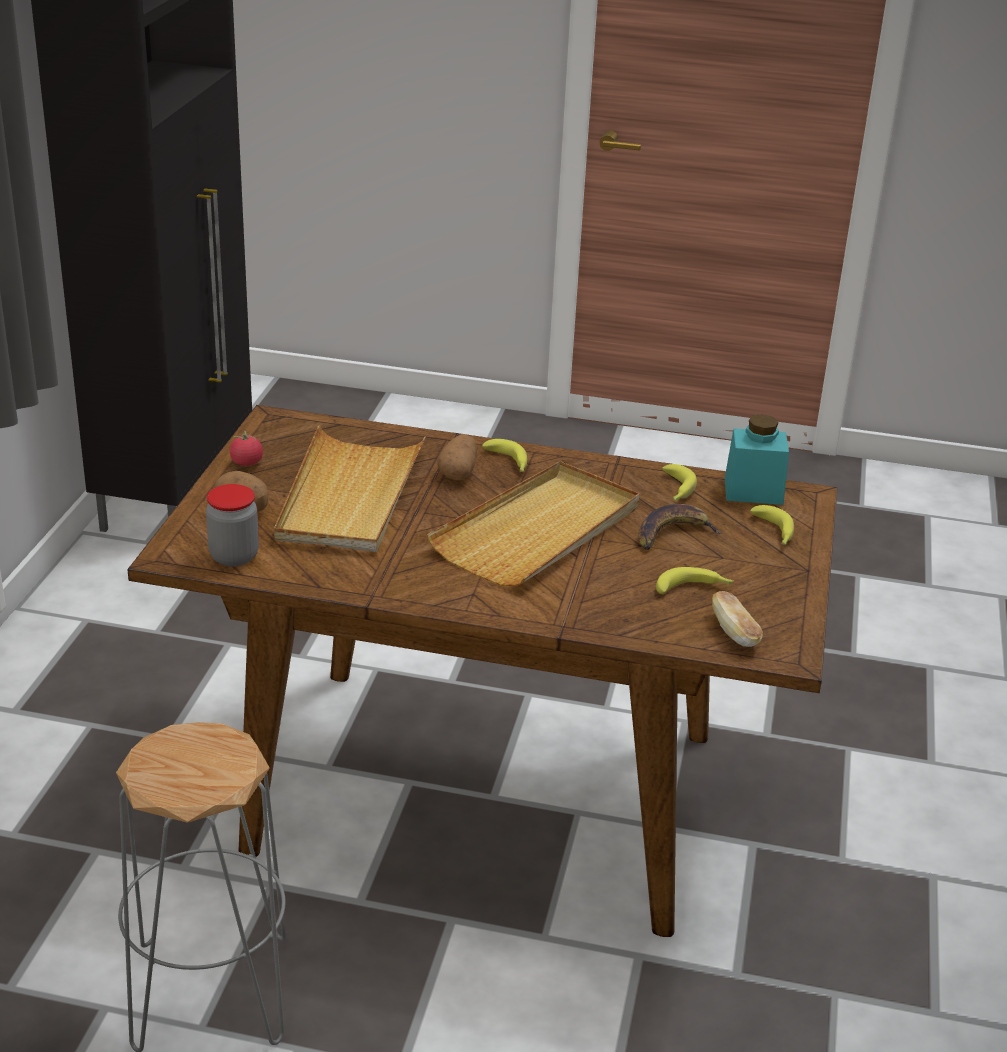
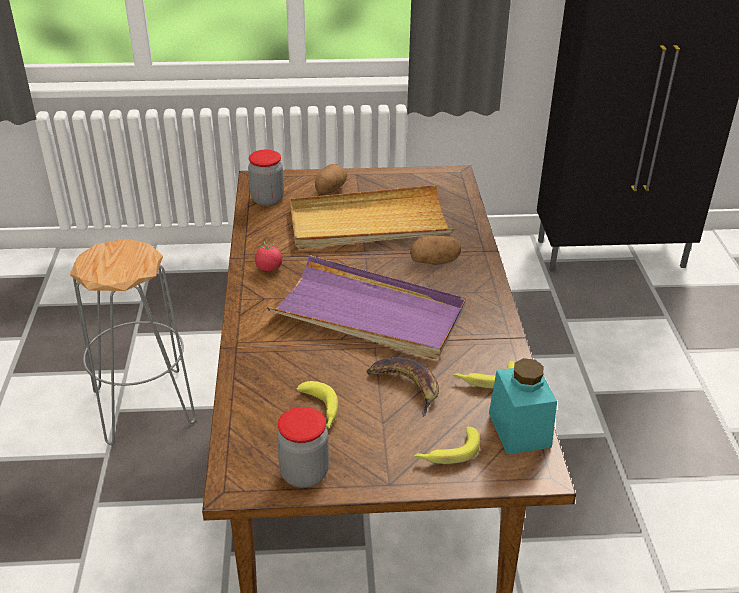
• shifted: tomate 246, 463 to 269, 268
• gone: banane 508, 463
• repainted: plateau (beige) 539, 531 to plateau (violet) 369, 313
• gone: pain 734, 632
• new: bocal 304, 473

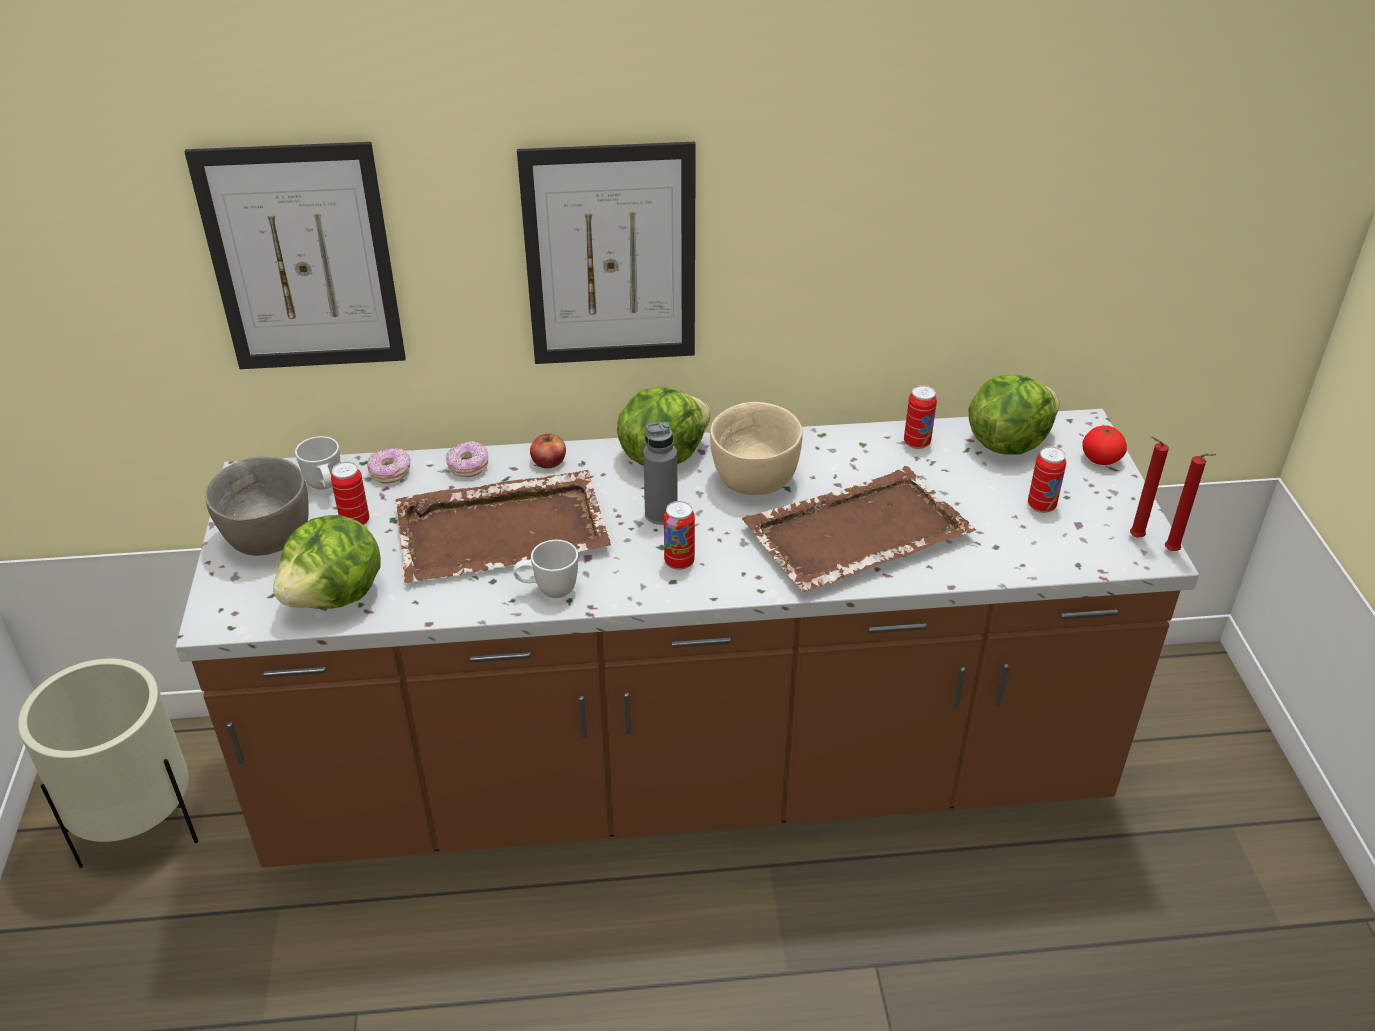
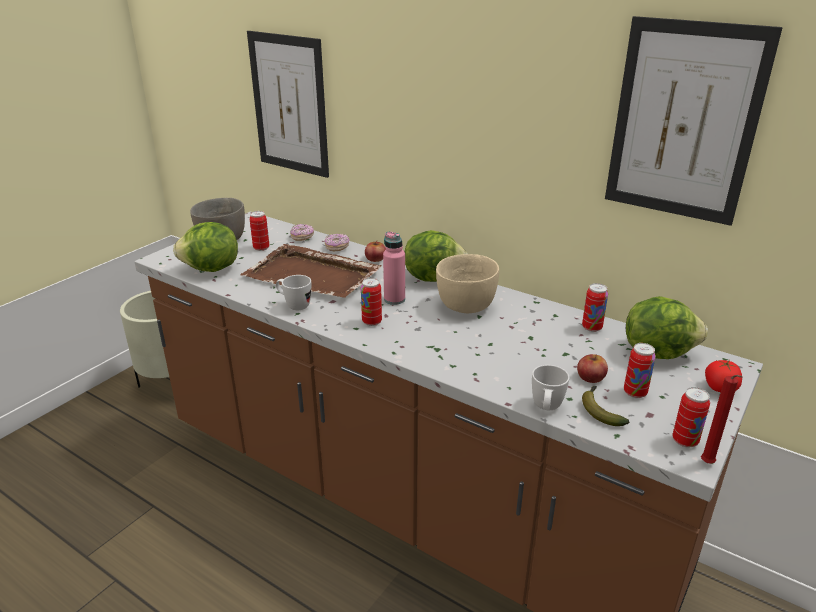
• shifted: tableau 610, 257 to 684, 122
• repainted: bouteille (gris) 661, 514 to bouteille (rose) 394, 299
• shifted: mug (blanc) 326, 487 to 546, 409
• swapped: bougie (rouge) 1133, 537 to boîte métallique 685, 441
• gone: plateau (marron) 855, 534
• new: pomme 590, 377
• new: banane 600, 410

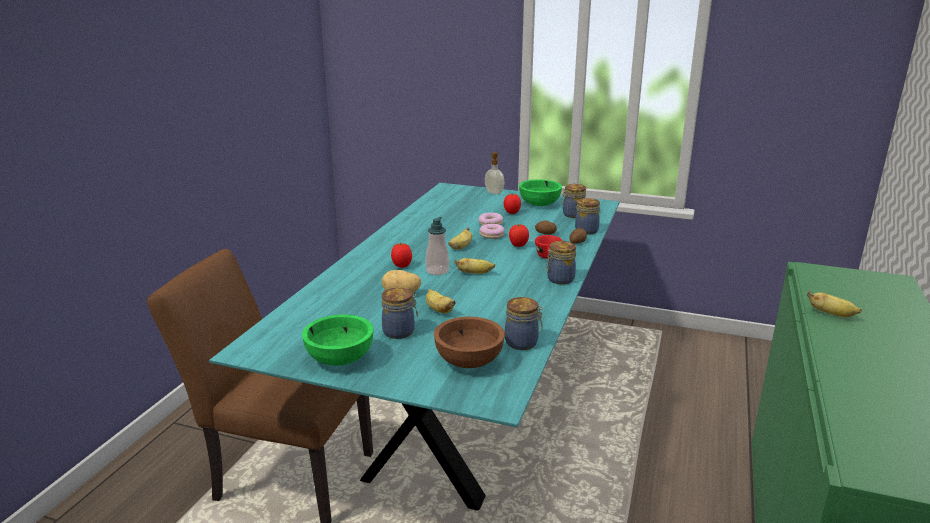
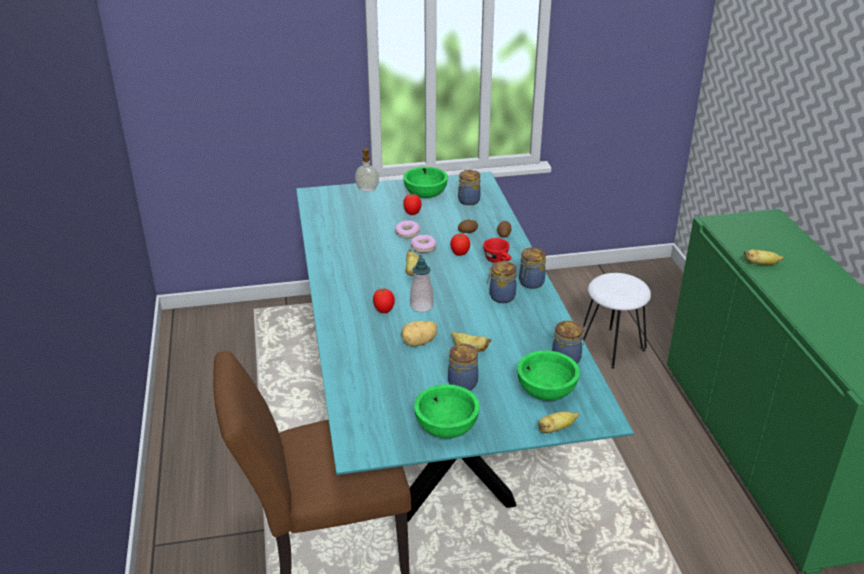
• shifted: bocal 585, 230 to 501, 296
• shifted: banane 475, 273 to 556, 429
• repainted: bol (marron) 469, 360 to bol (vert) 546, 391
• new: tabouret (blanc) 612, 347

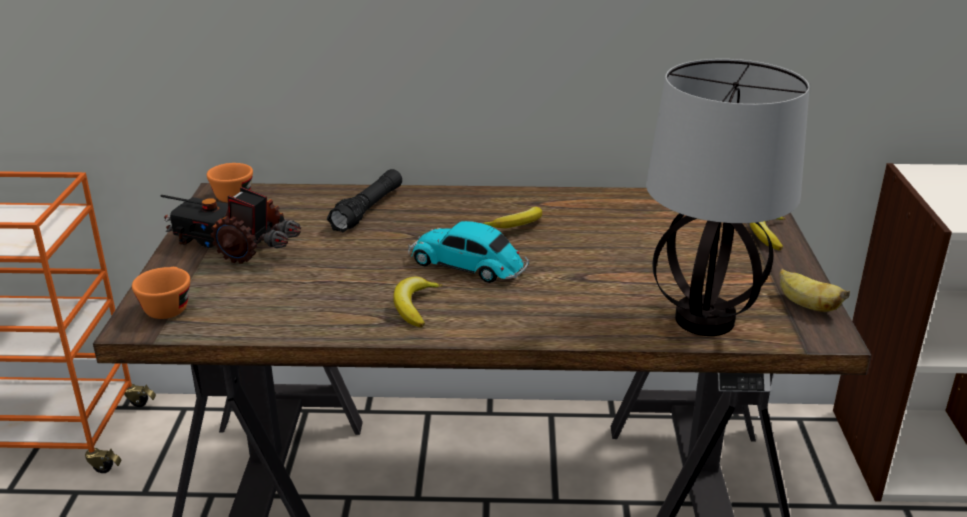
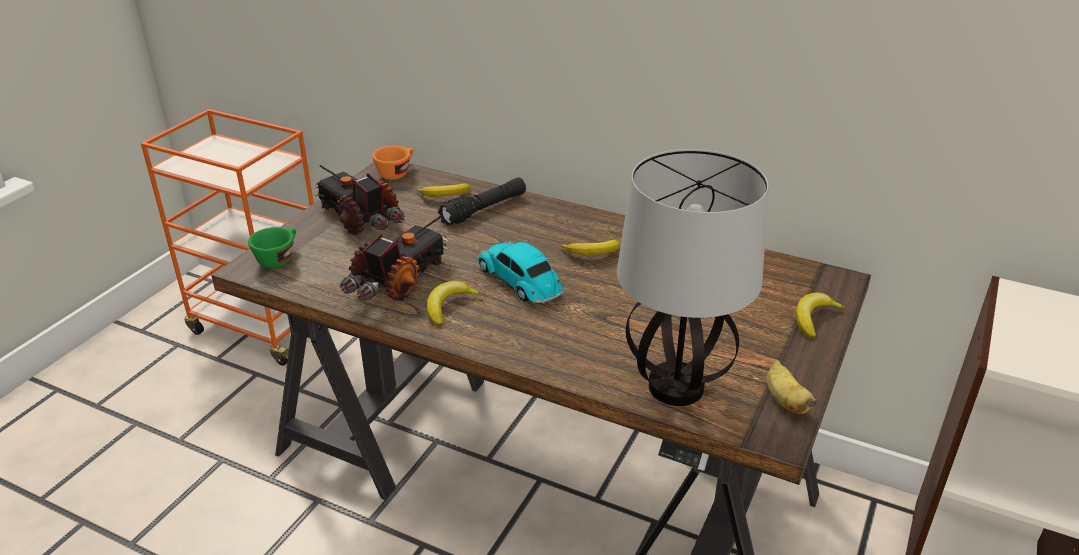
• repainted: tasse (orange) 167, 306 to tasse (vert) 278, 258
• new: banane 444, 196
• new: camion jouet 400, 280

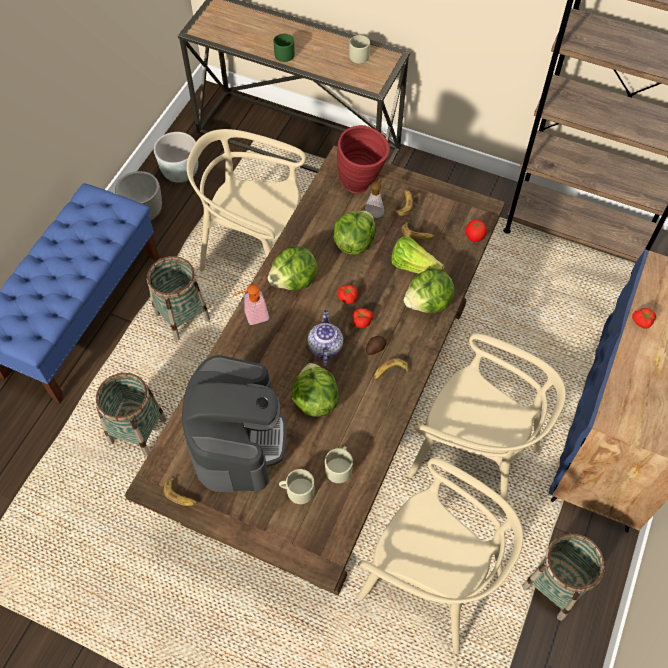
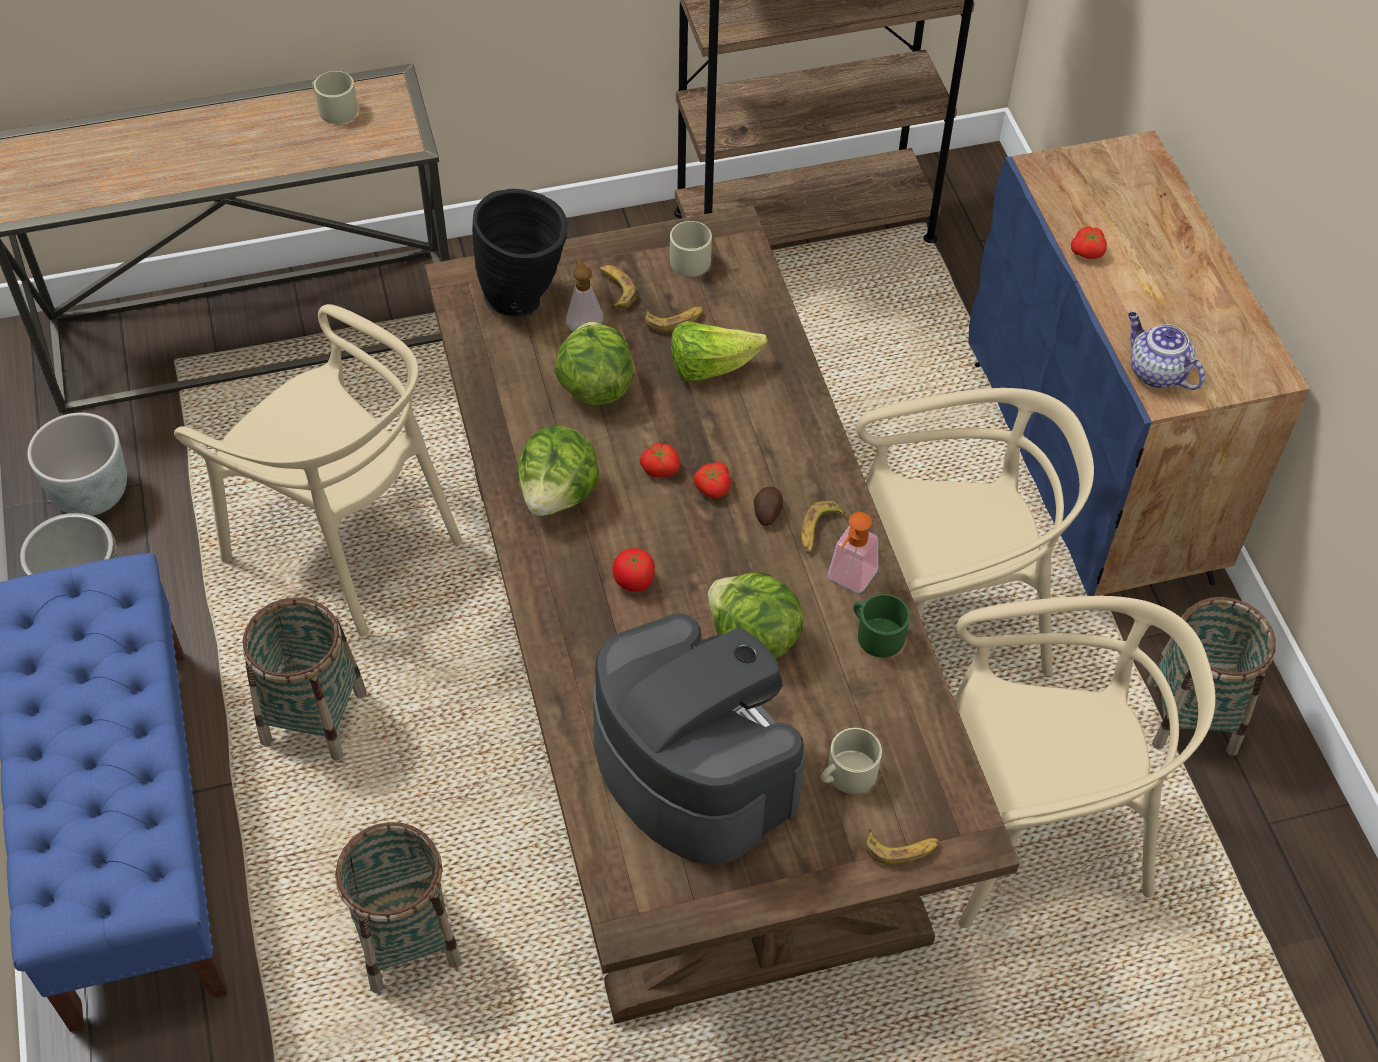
• shifted: mug (vert) 284, 53 to 875, 634
• repainted: vase (rouge) 362, 185 to vase (noir) 526, 298
• rotated: chaise (beige) 255, 252 = 345, 542 120 degrees counterclockwise
• shifted: tomate 474, 237 to 633, 582
• gone: laitue 428, 303
• shifted: distributeur de savon 252, 316 to 848, 580
• shifted: théière 325, 346 to 1155, 372
• shifted: mug (beige) 339, 467 to 688, 258
• shifted: banane 180, 495 to 901, 848

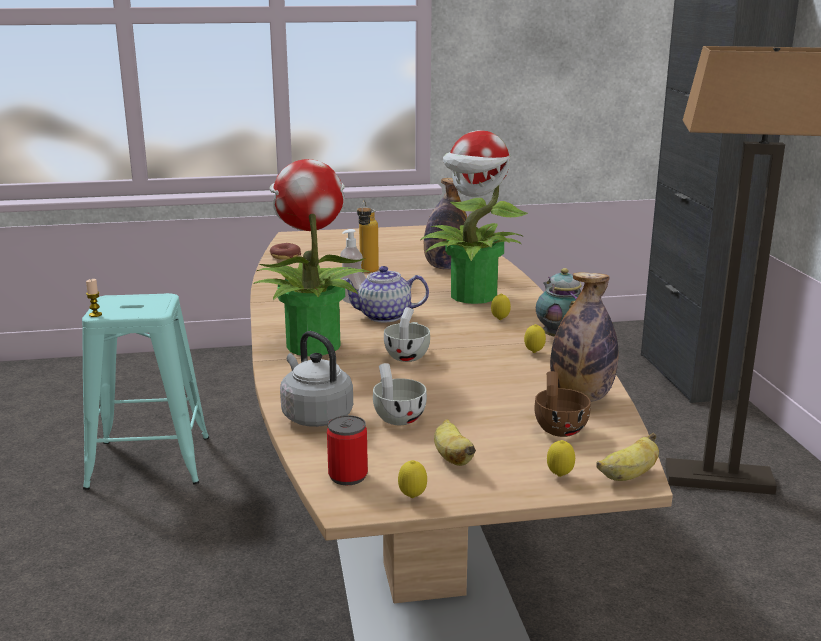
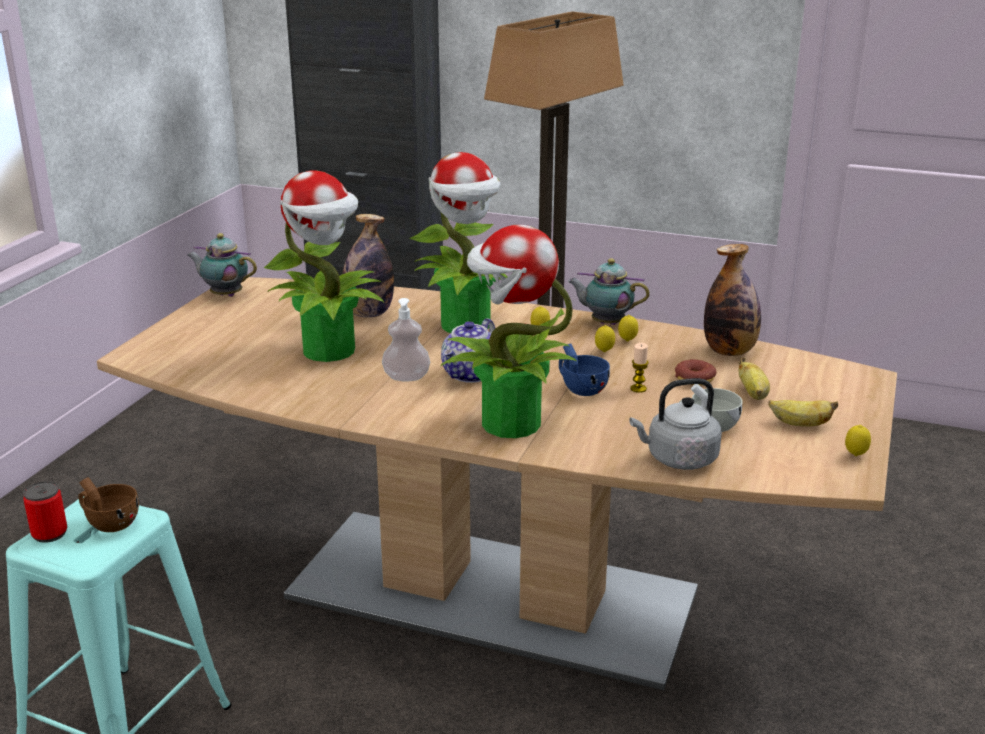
• swapped: bouteille 367, 272 to plante en pot 331, 351
• shifted: beignet 285, 256 to 694, 379
• shifted: bougie 95, 314 to 638, 388
• repainted: tasse (blanc) 408, 355 to tasse (bleu) 580, 388
• shifted: tasse (marron) 559, 427 to 109, 523
• shifted: boîte métallique 348, 476 to 49, 533
• shifted: banane 628, 476 to 753, 394
• shifted: citron 559, 476 to 604, 352
• new: théière 225, 295

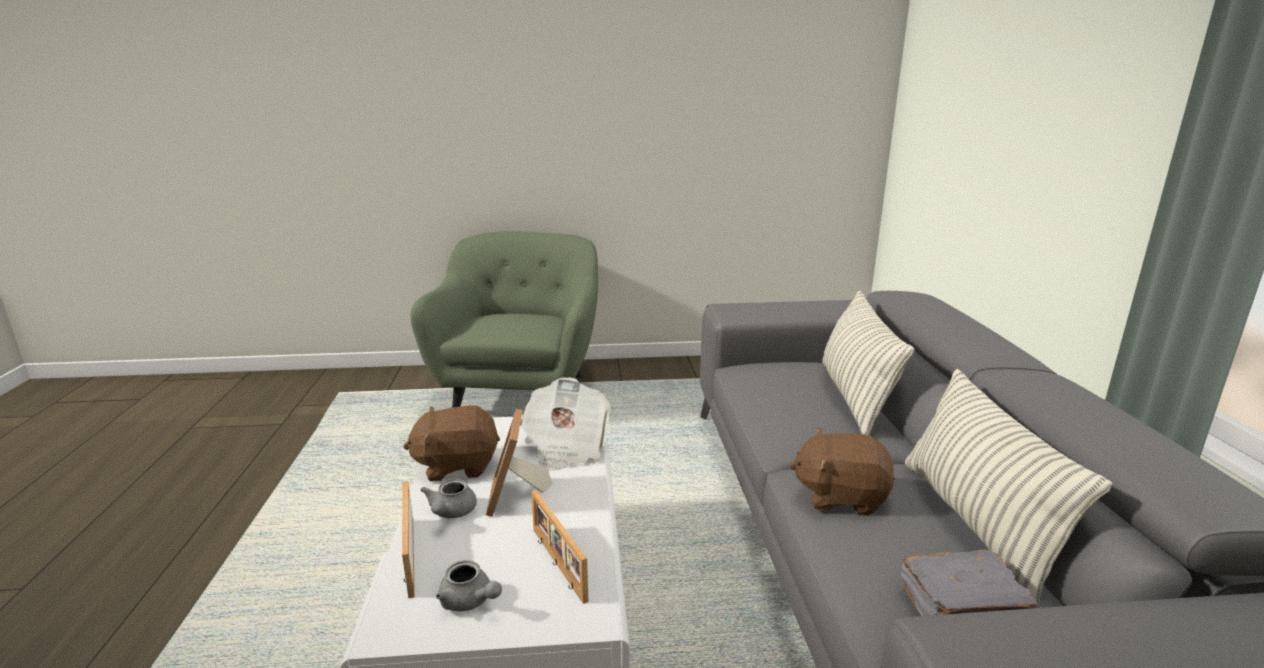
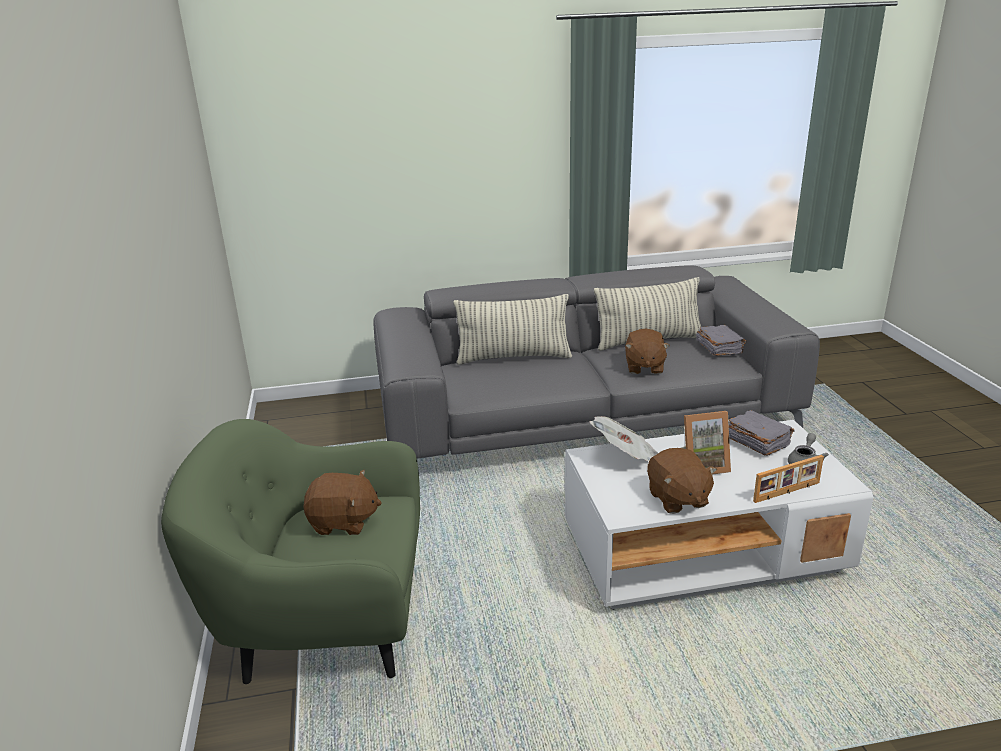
• gone: théière (gris) 451, 513
• swapped: cadre photo 557, 564 to livre (gris) 756, 442
• new: peluche (marron) 343, 522

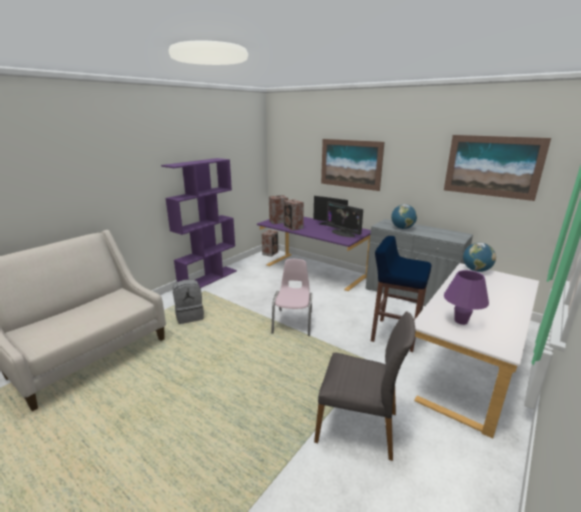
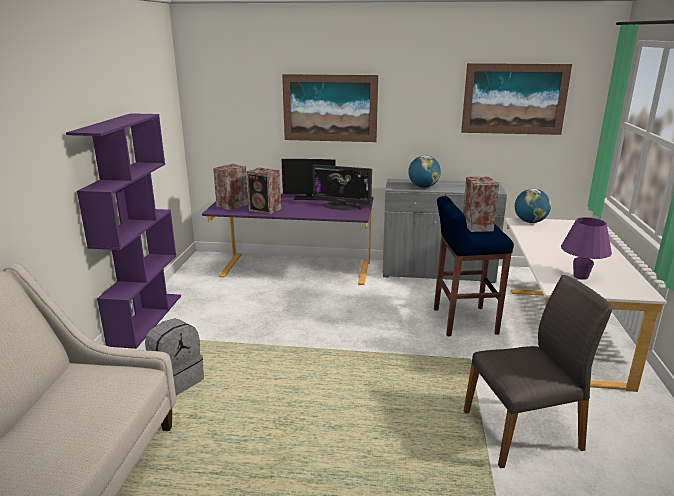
• shifted: enceinte 270, 253 to 477, 226
• gone: chaise (rose) 293, 322

